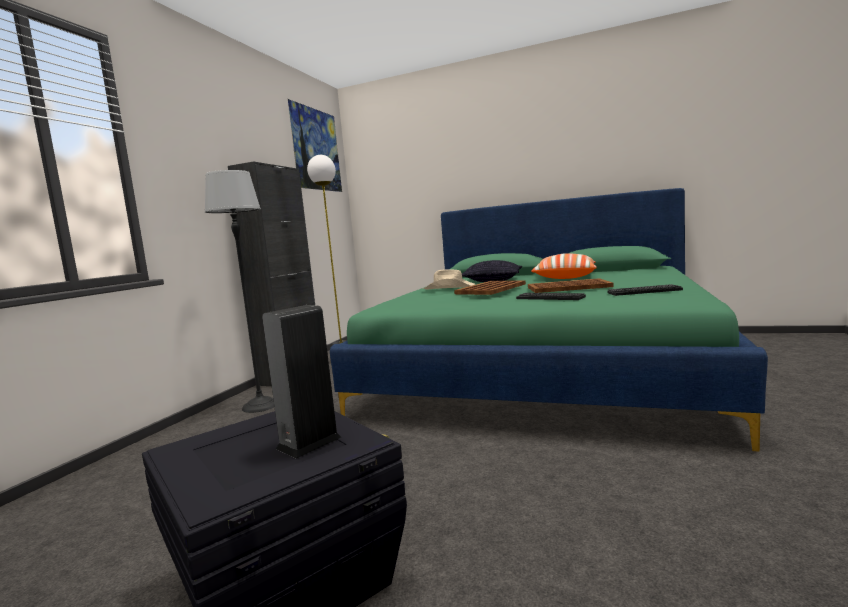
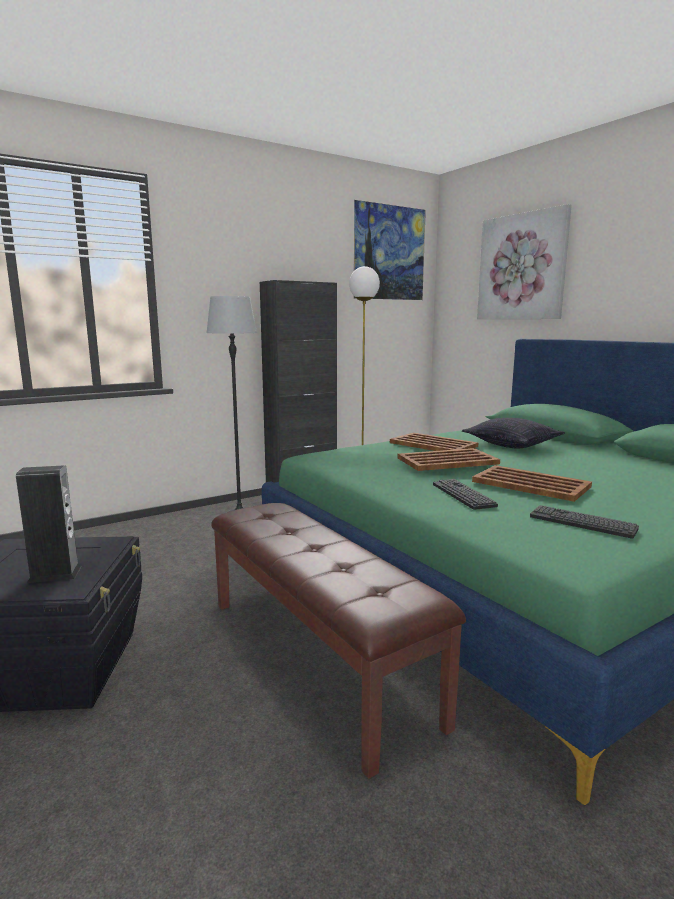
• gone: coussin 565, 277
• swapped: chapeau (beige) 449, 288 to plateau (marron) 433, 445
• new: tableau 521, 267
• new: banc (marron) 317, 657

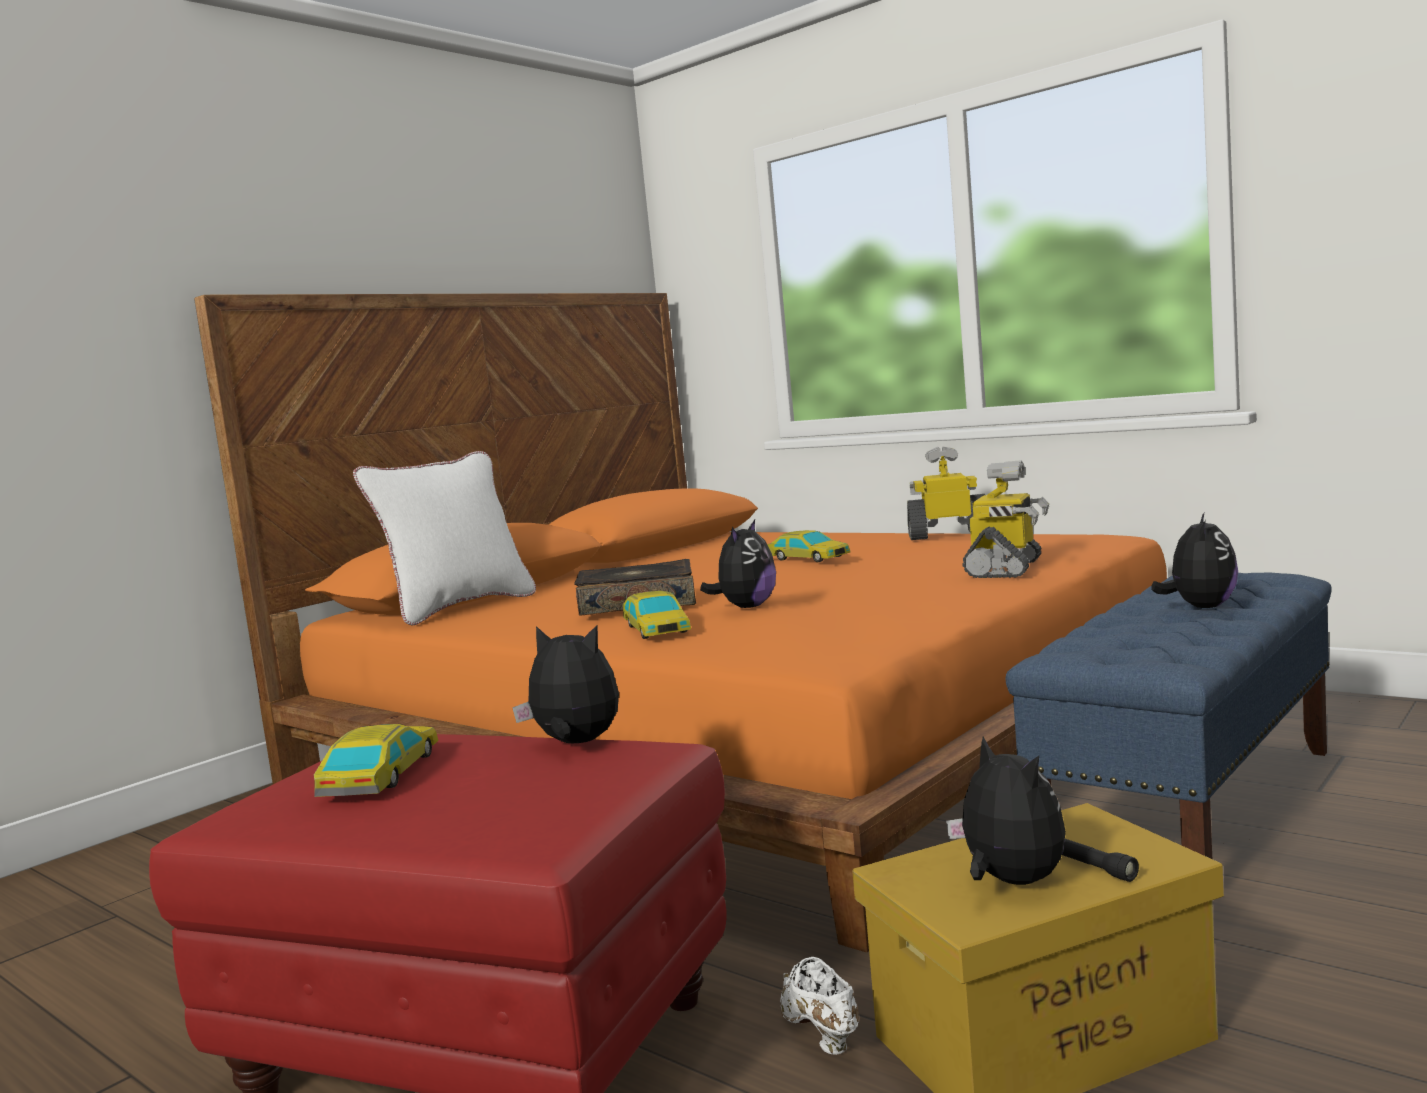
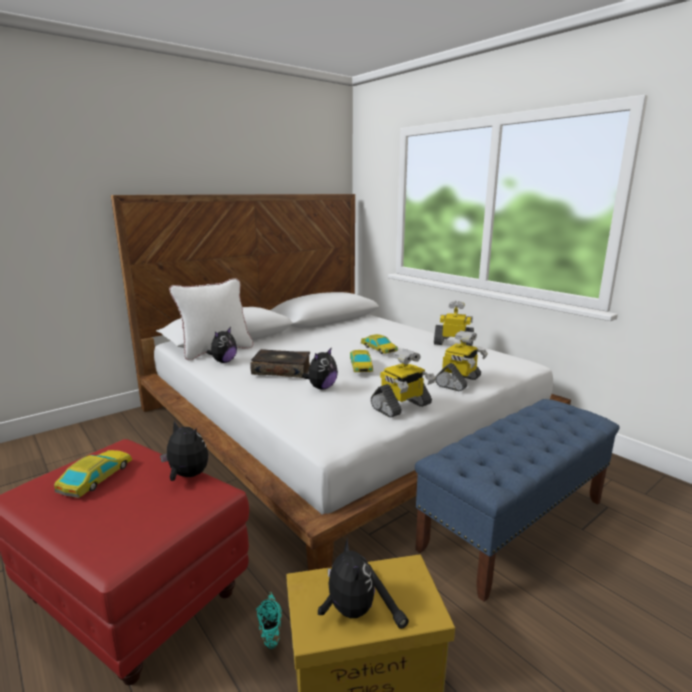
• repainted: lit (orange) 744, 735 to lit (blanc) 339, 422
• shifted: peluche 1200, 607 to 223, 361
• shifted: petite voiture 656, 629 to 361, 366
• repainted: chaussure (blanc) 819, 1032 to chaussure (turquoise) 270, 630
• new: robot jouet 401, 407

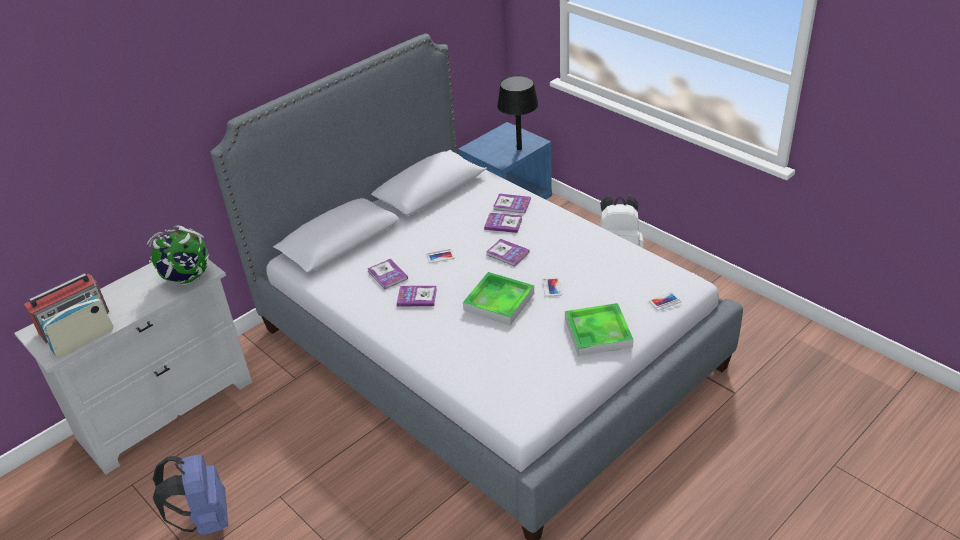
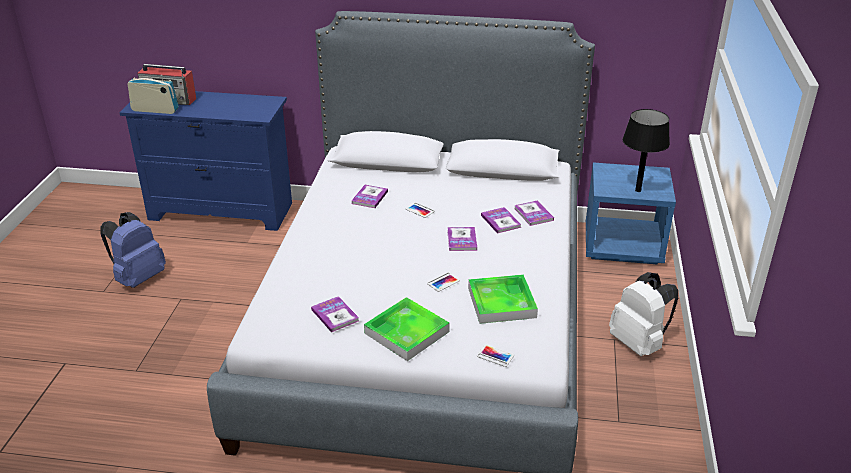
• gone: globe 187, 278
• repainted: commode (blanc) 167, 409 to commode (bleu) 221, 211
• shifted: plateau 499, 301 to 501, 302
• shifted: livre 417, 297 to 335, 315

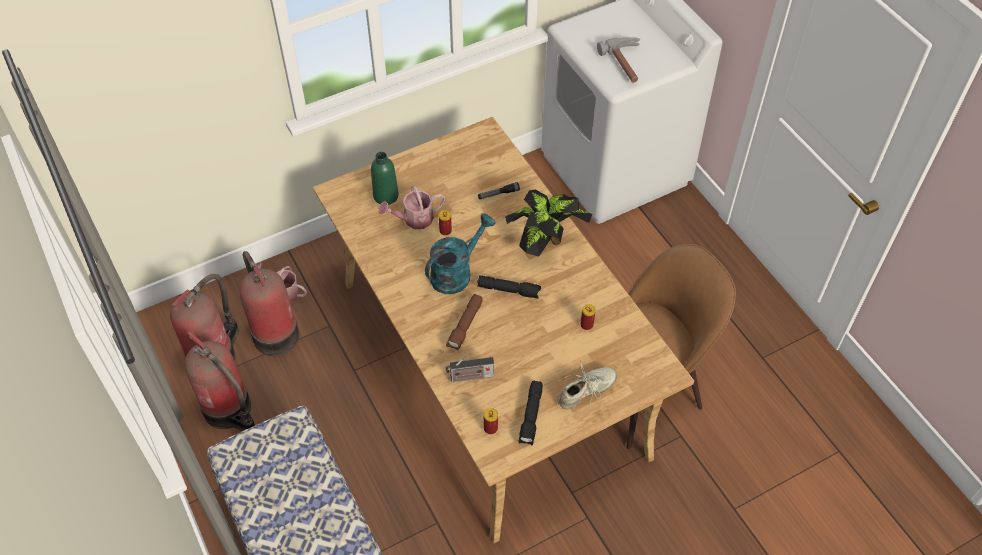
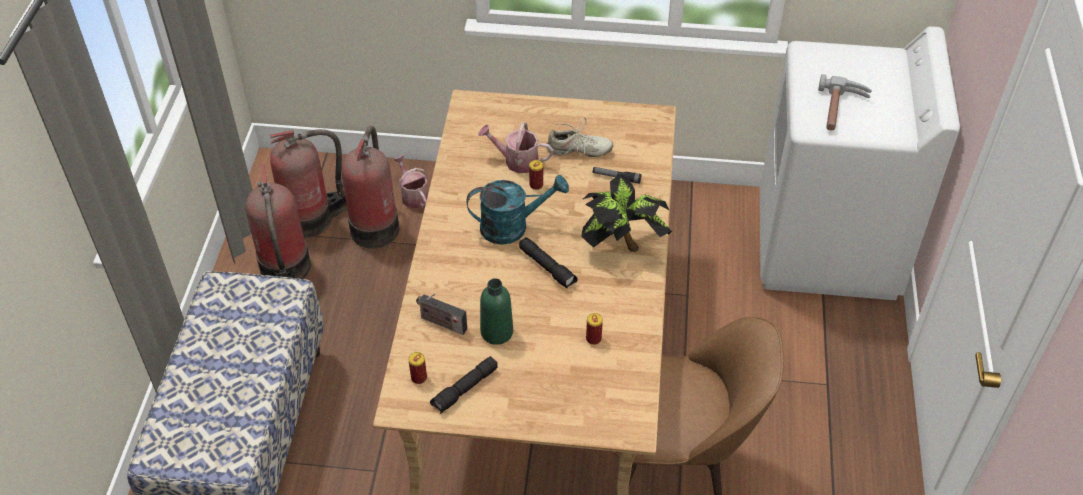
• shifted: bouteille (vert) 386, 196 to 496, 332
• gone: lampe de poche (marron) 465, 326
• shifted: chaussure (beige) 586, 391 to 578, 150

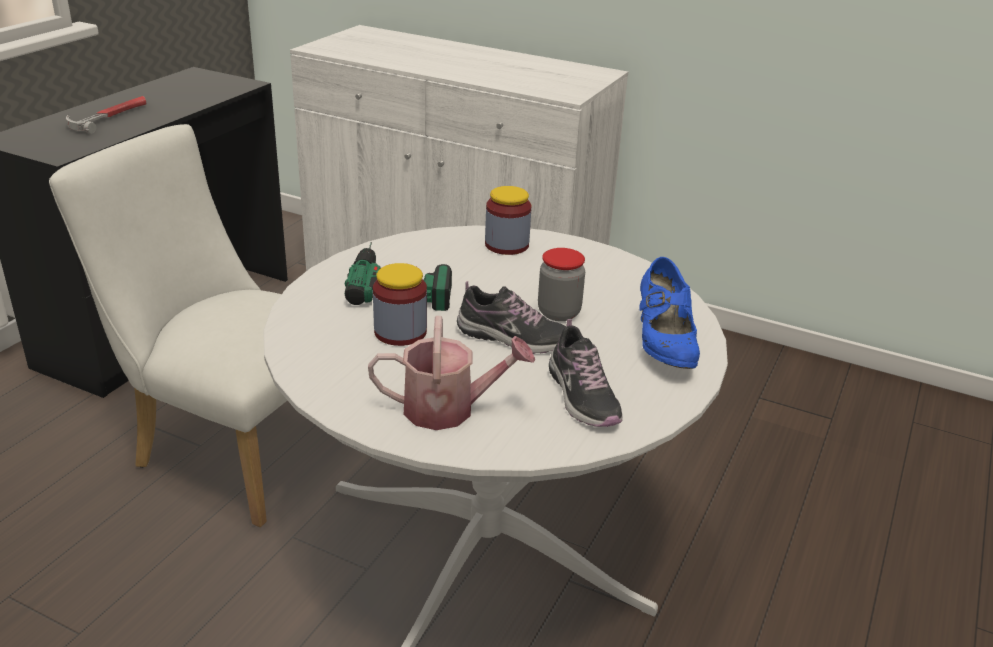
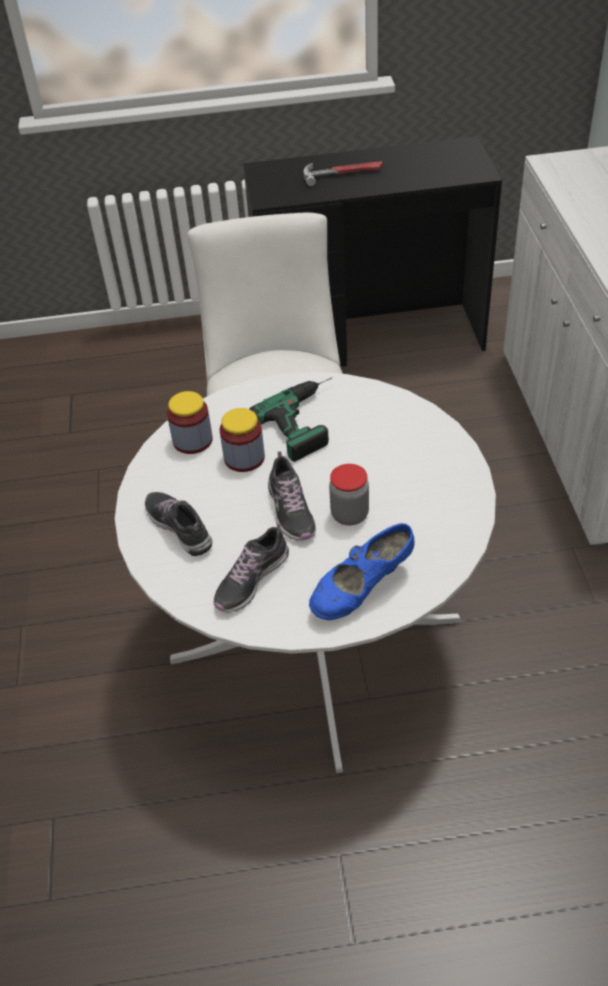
• shifted: bocal 506, 245 to 192, 440
• swapped: arrosoir 449, 409 to chaussure 179, 527

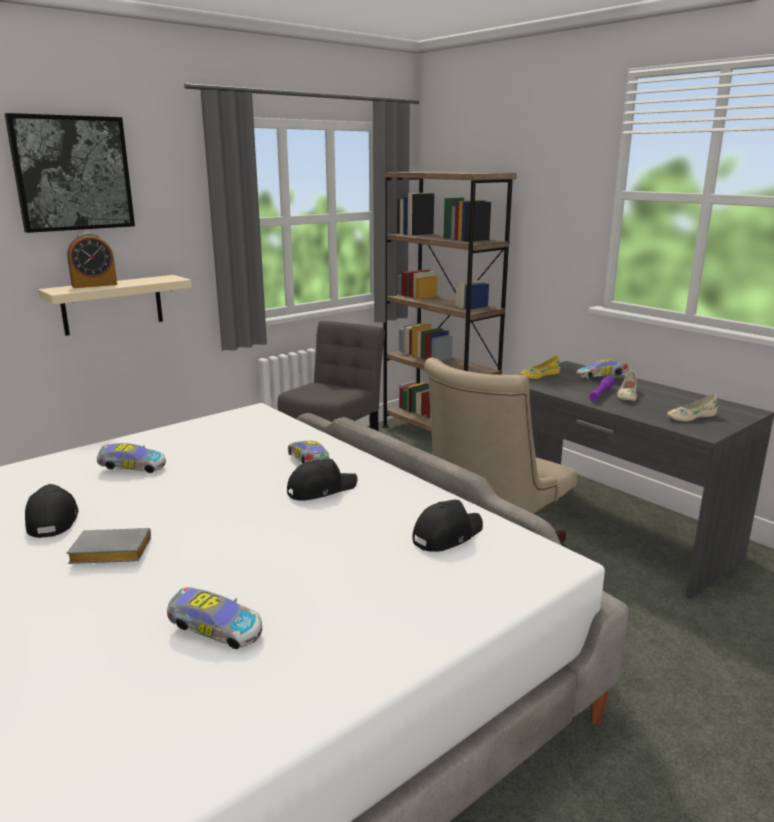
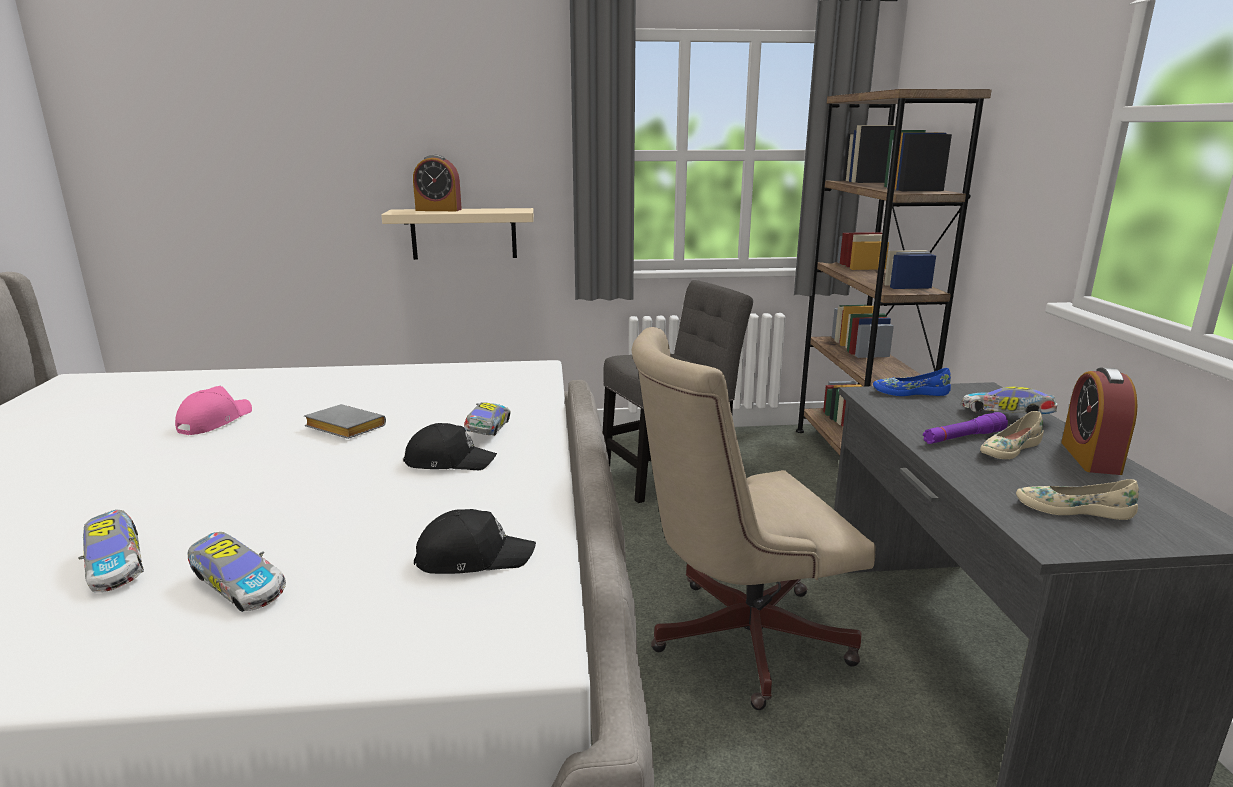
• gone: tableau 72, 173
• repainted: chaussure (jaune) 539, 375 to chaussure (bleu) 910, 392
• shifted: petite voiture 131, 468 to 237, 587
• repainted: casquette (noir) 51, 520 to casquette (rose) 214, 421
• shifted: livre (gris) 108, 553 to 343, 428
• new: réveil 1090, 457

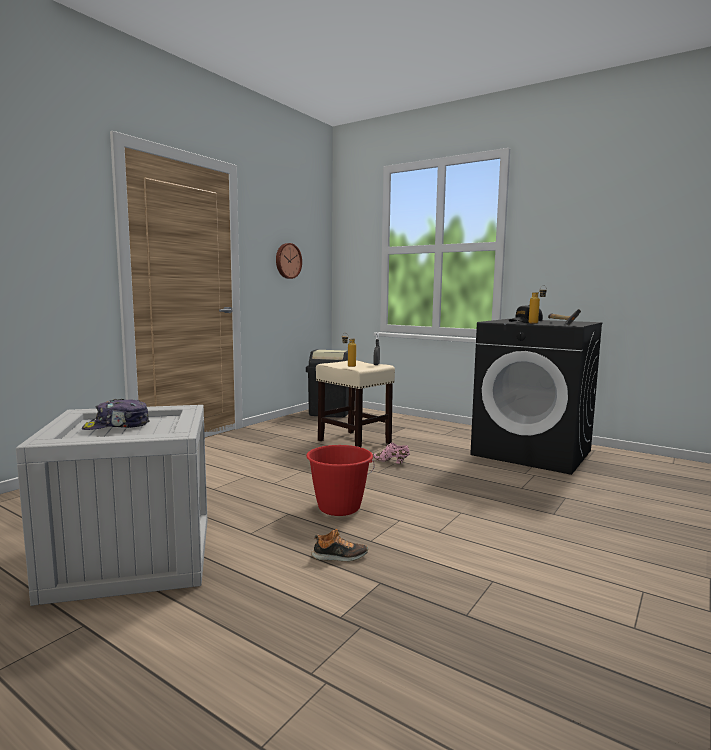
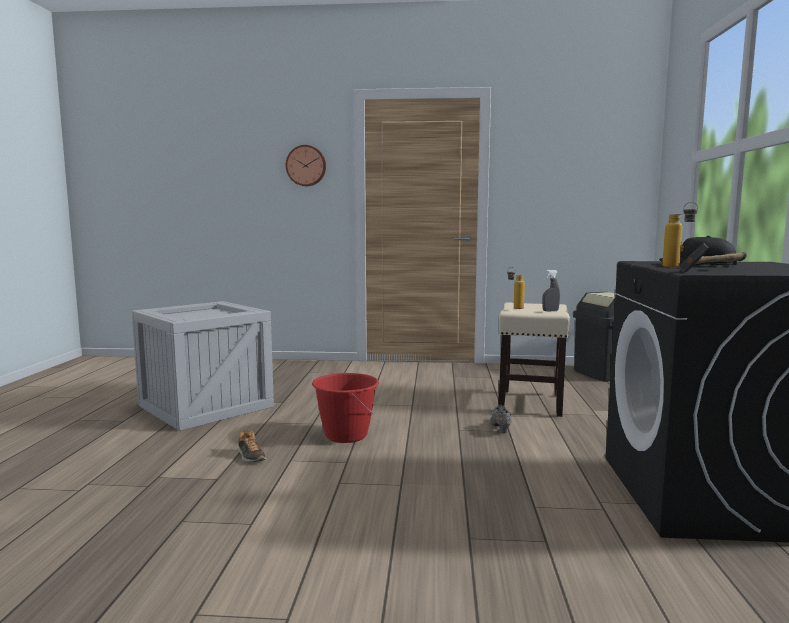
• shifted: horloge murale 287, 261 to 306, 166
• gone: casquette 117, 426
• repainted: chaussure (rose) 391, 461 to chaussure (gris) 500, 428

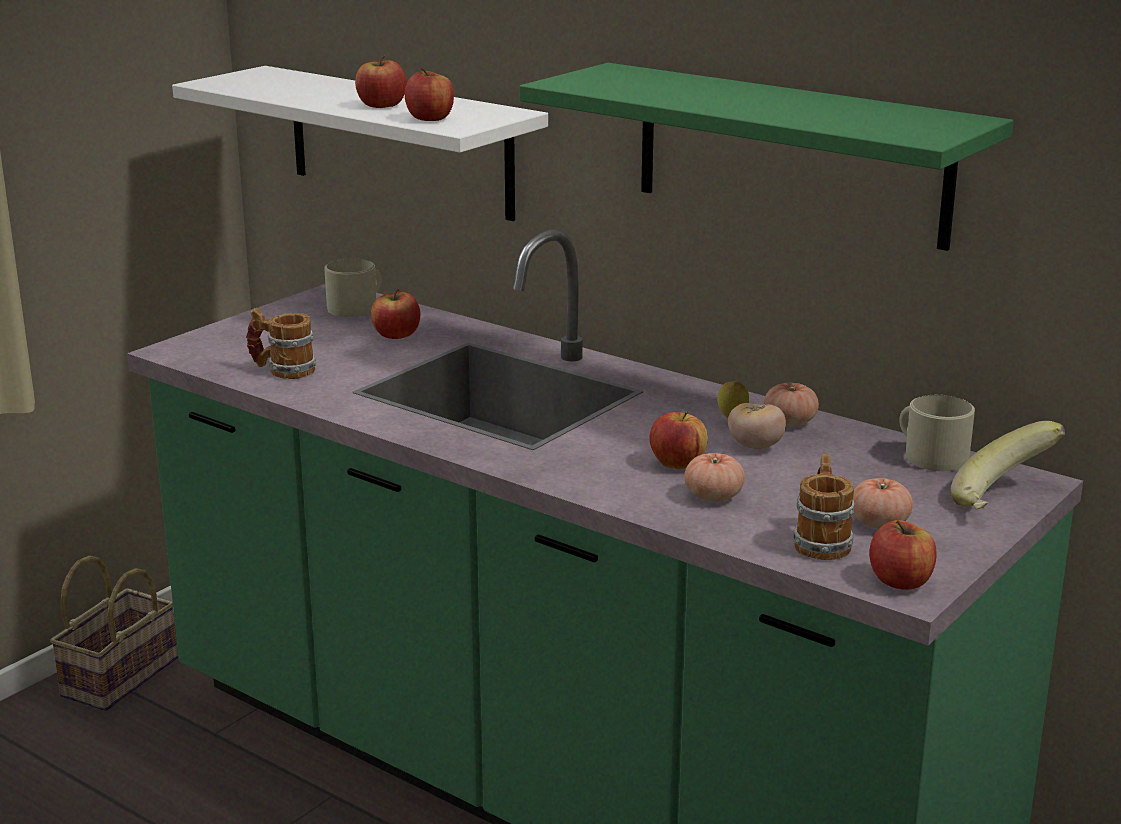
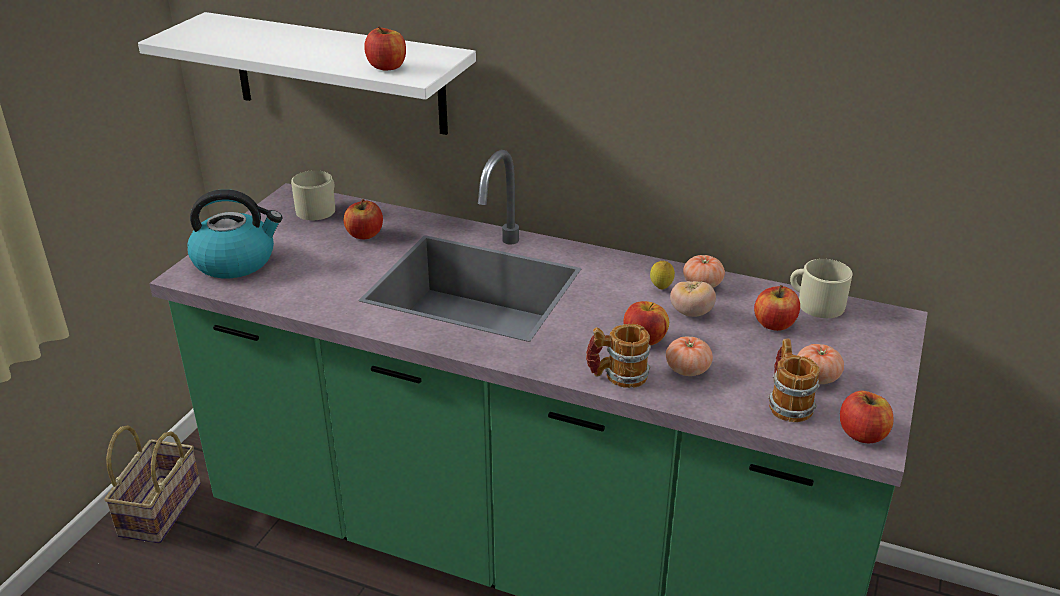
• shifted: pomme 382, 105 to 774, 324
• gone: étagère (vert) 790, 154
• shifted: mug 282, 370 to 617, 376
• gone: banane 1005, 502
• new: bouilloire 236, 261

